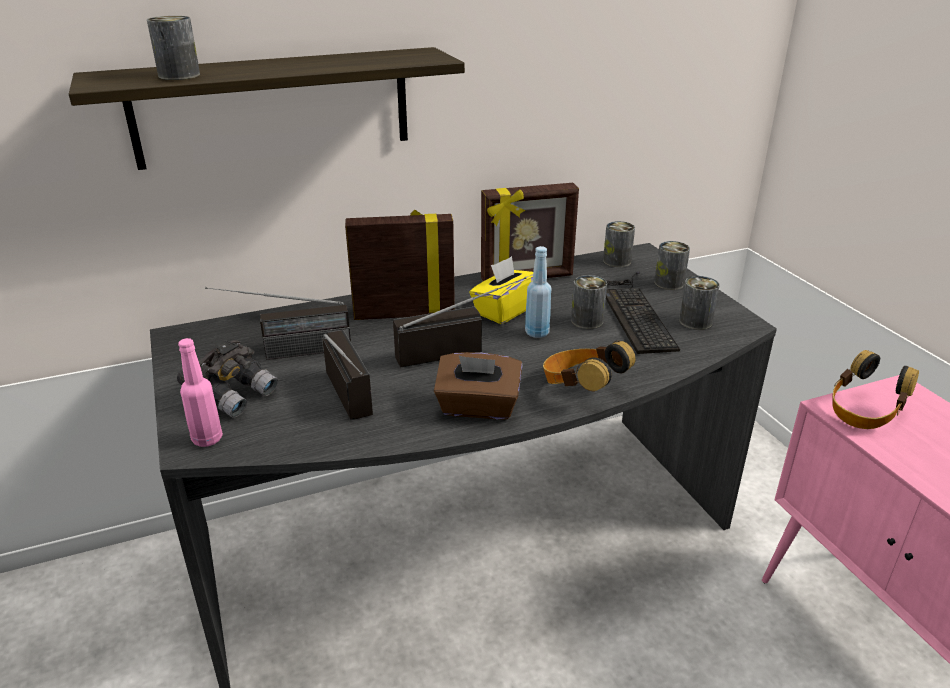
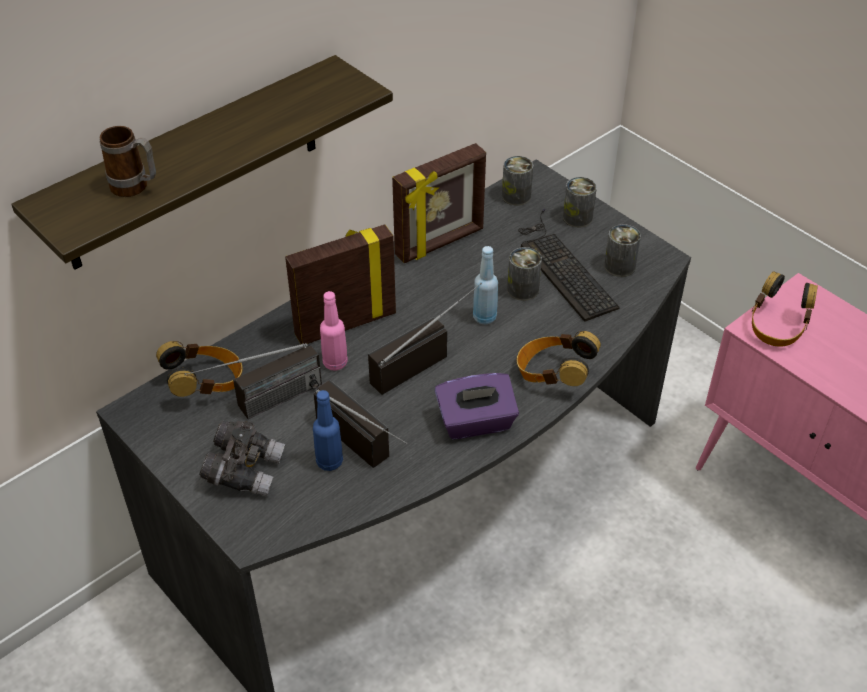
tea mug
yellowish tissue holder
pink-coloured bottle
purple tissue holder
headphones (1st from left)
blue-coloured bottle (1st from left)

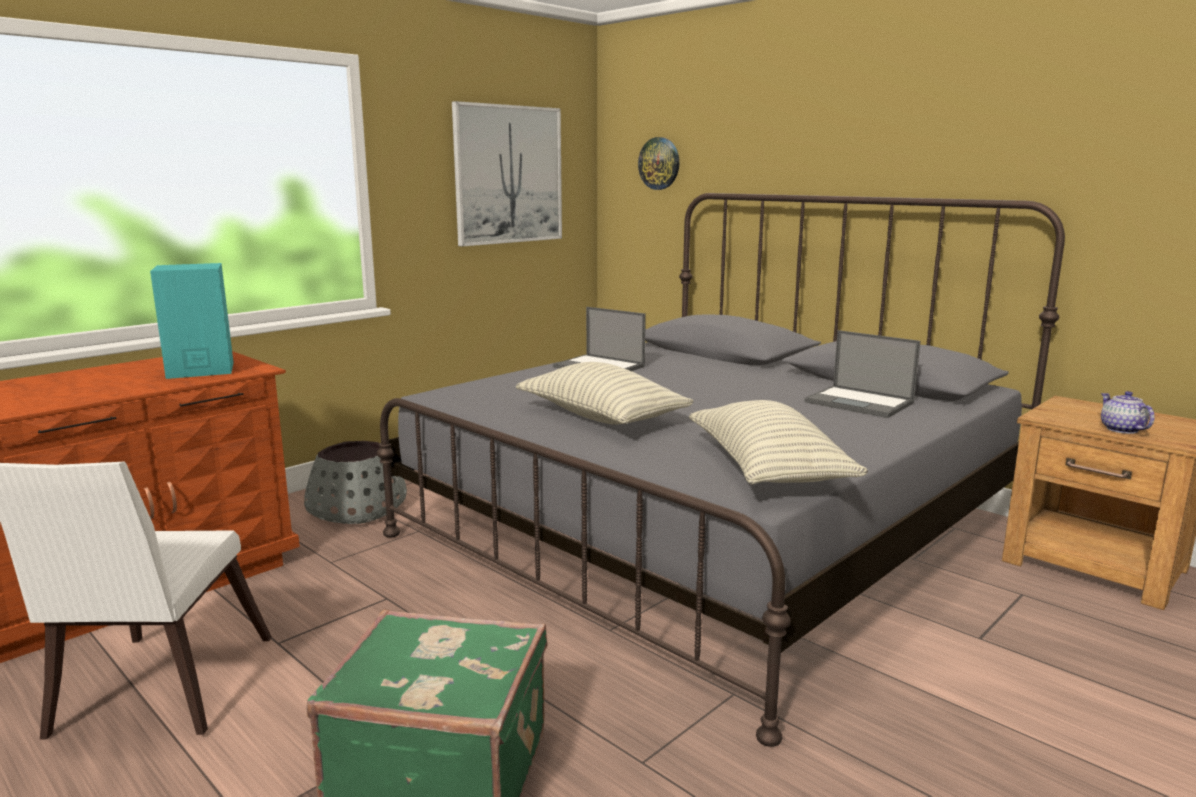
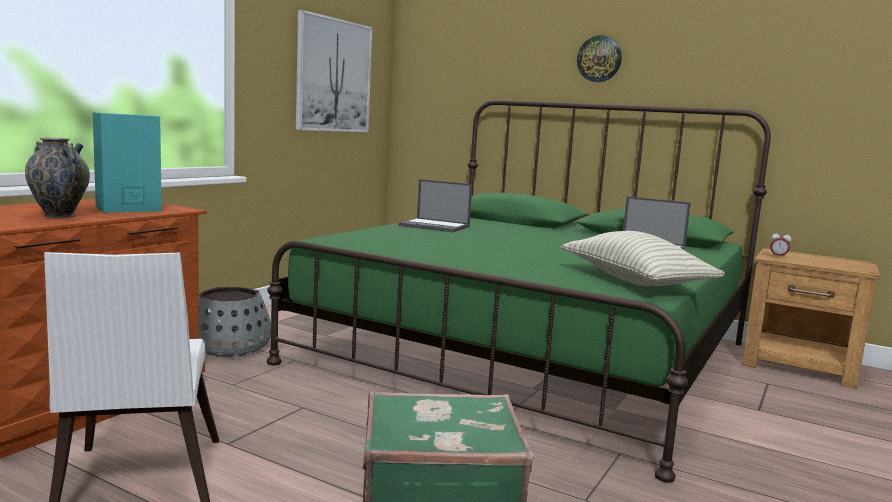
wall clock
green-coloured bed
pillow (1st from left in the first image)
pot for tea
vase
bedside clock

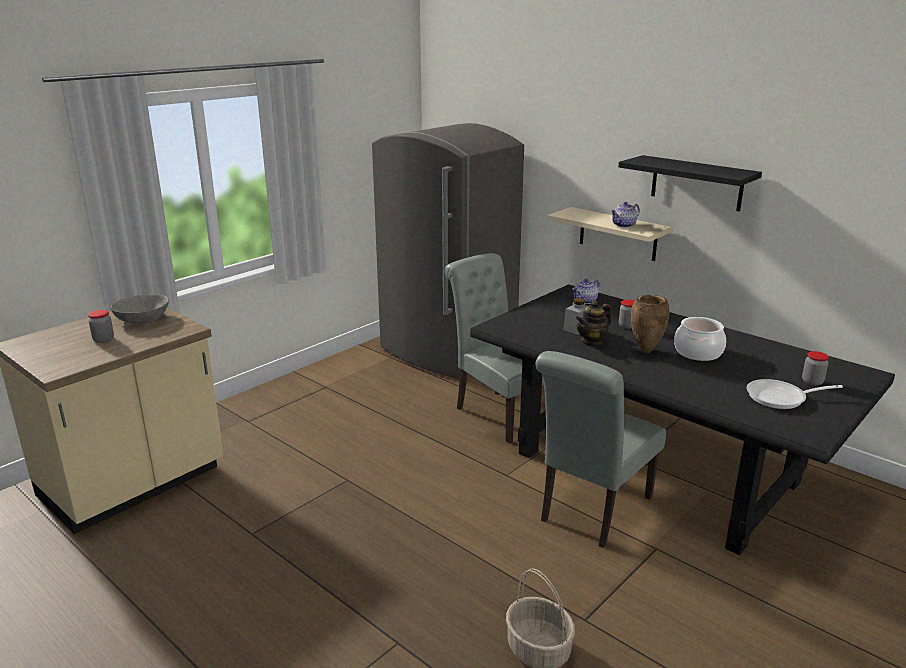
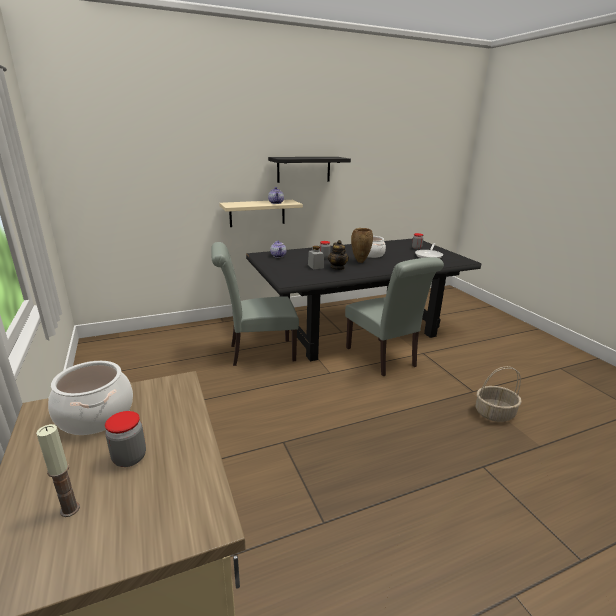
gray kitchen fridge
saucepot (1st from left)
wax candle

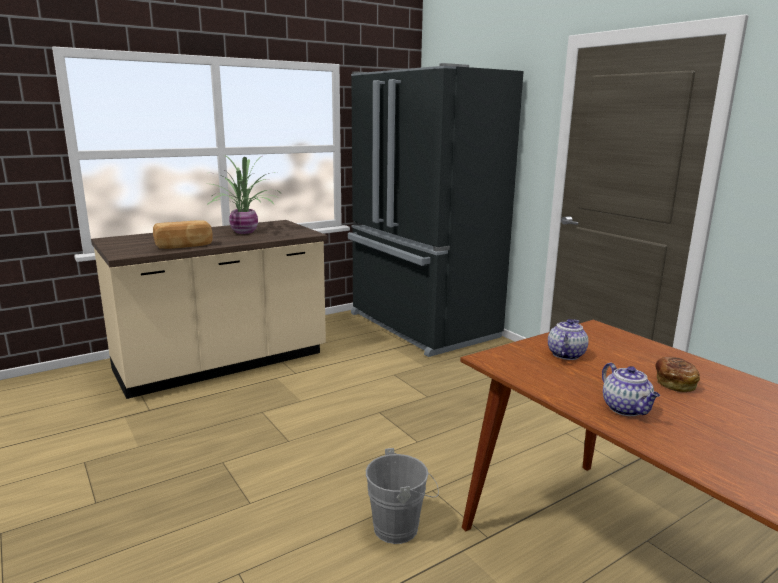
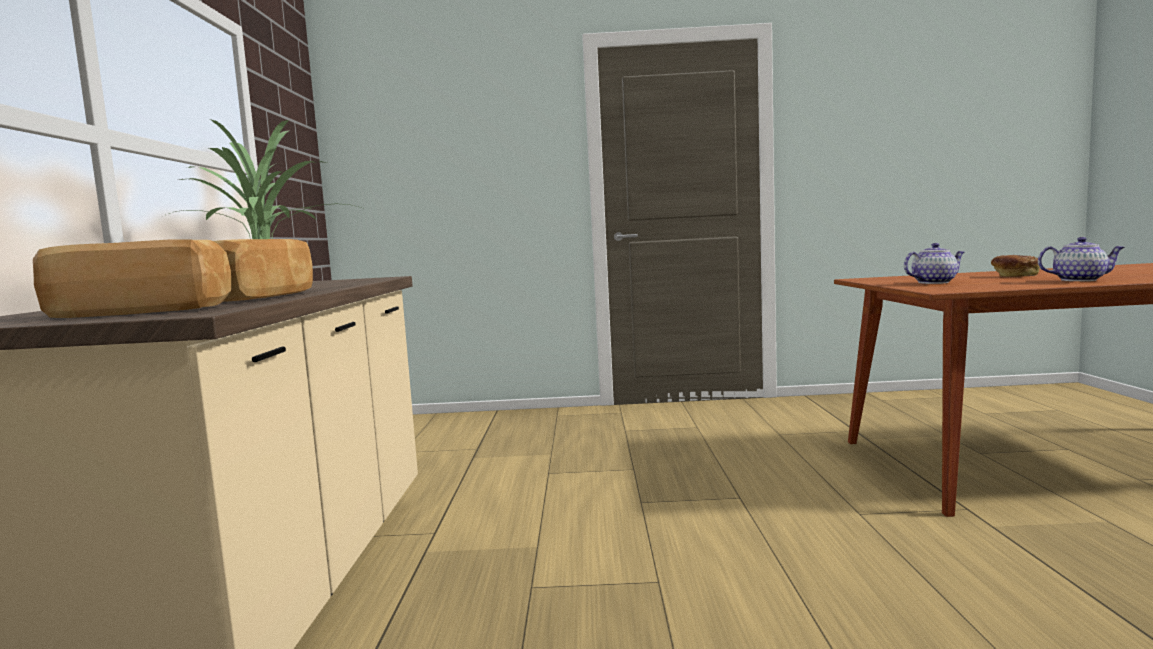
black-coloured kitchen fridge
pot for tea (1st from left)
gray bucket
bread (1st from left)

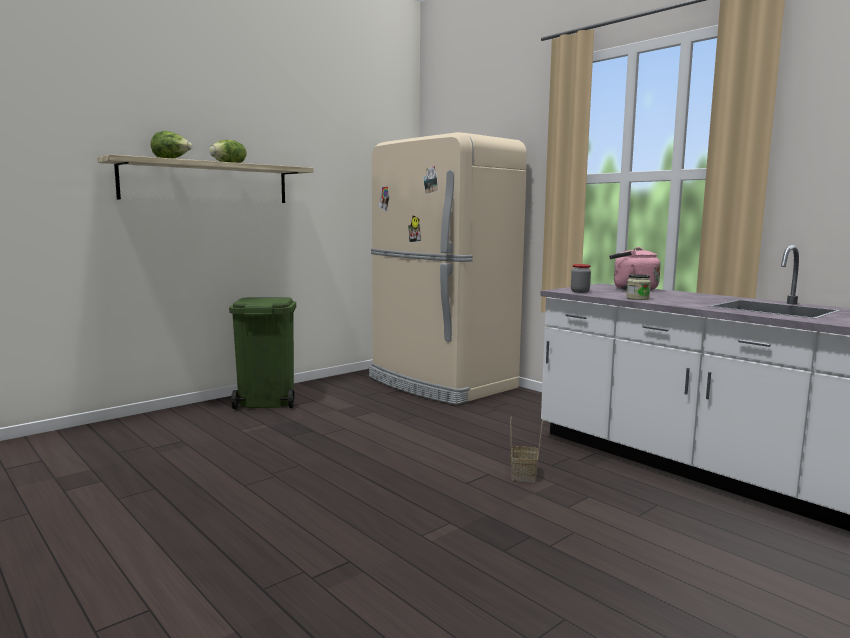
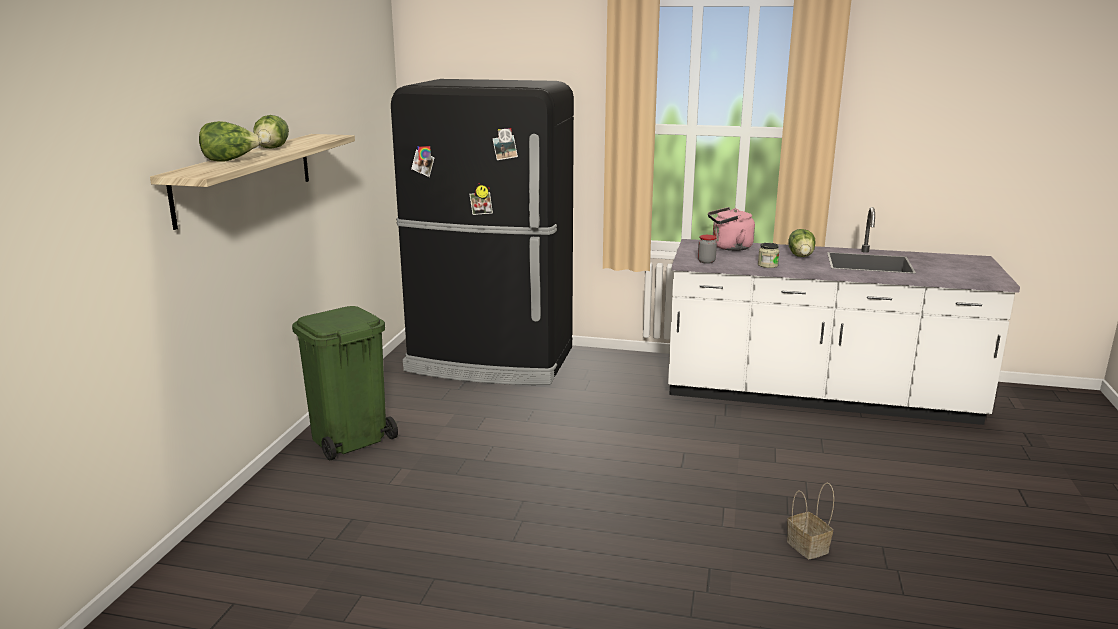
black-coloured kitchen fridge
basket
lettuce head (3rd from left)

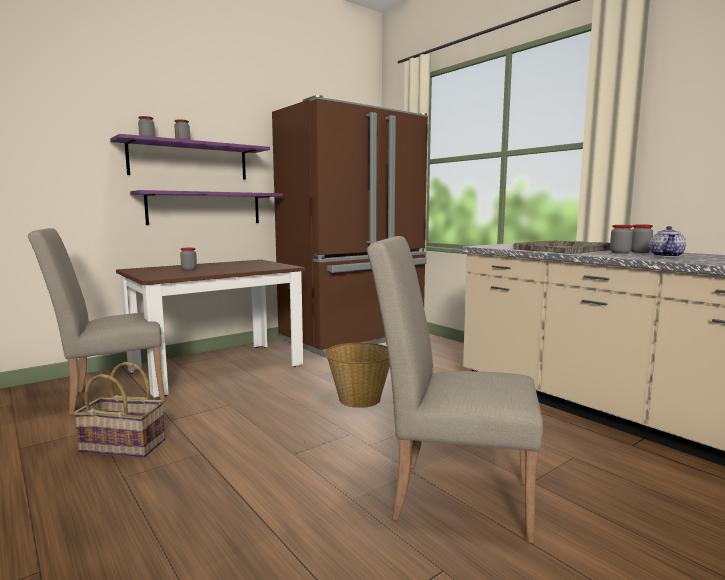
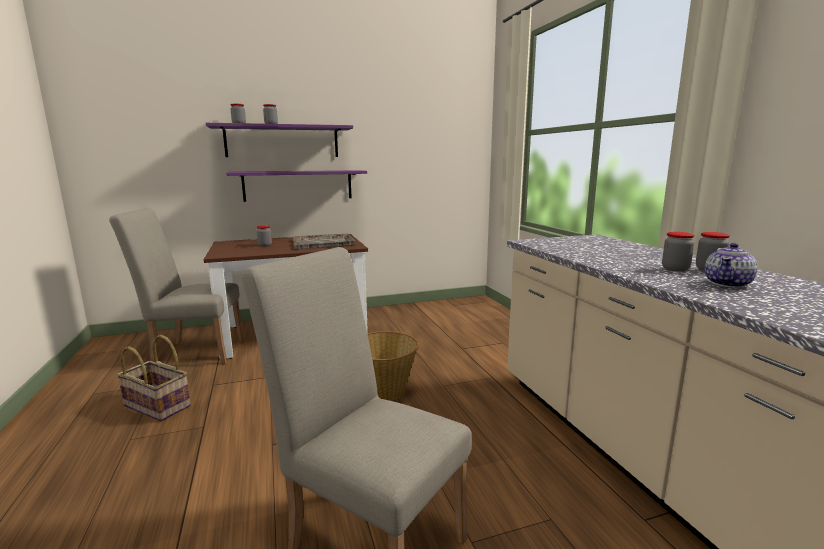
brown-coloured kitchen fridge
gray serving tray

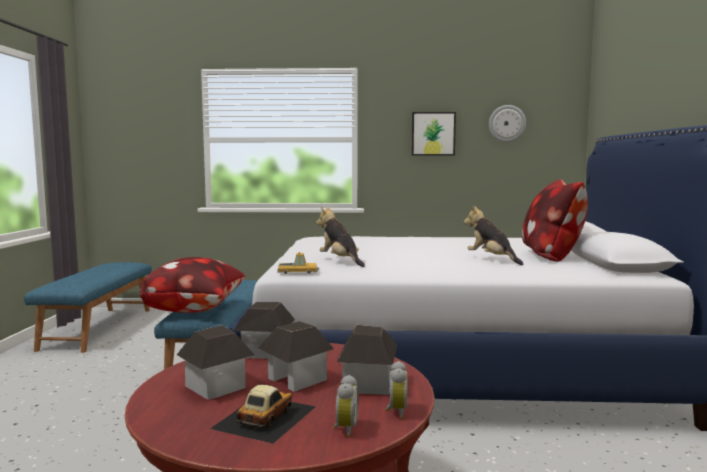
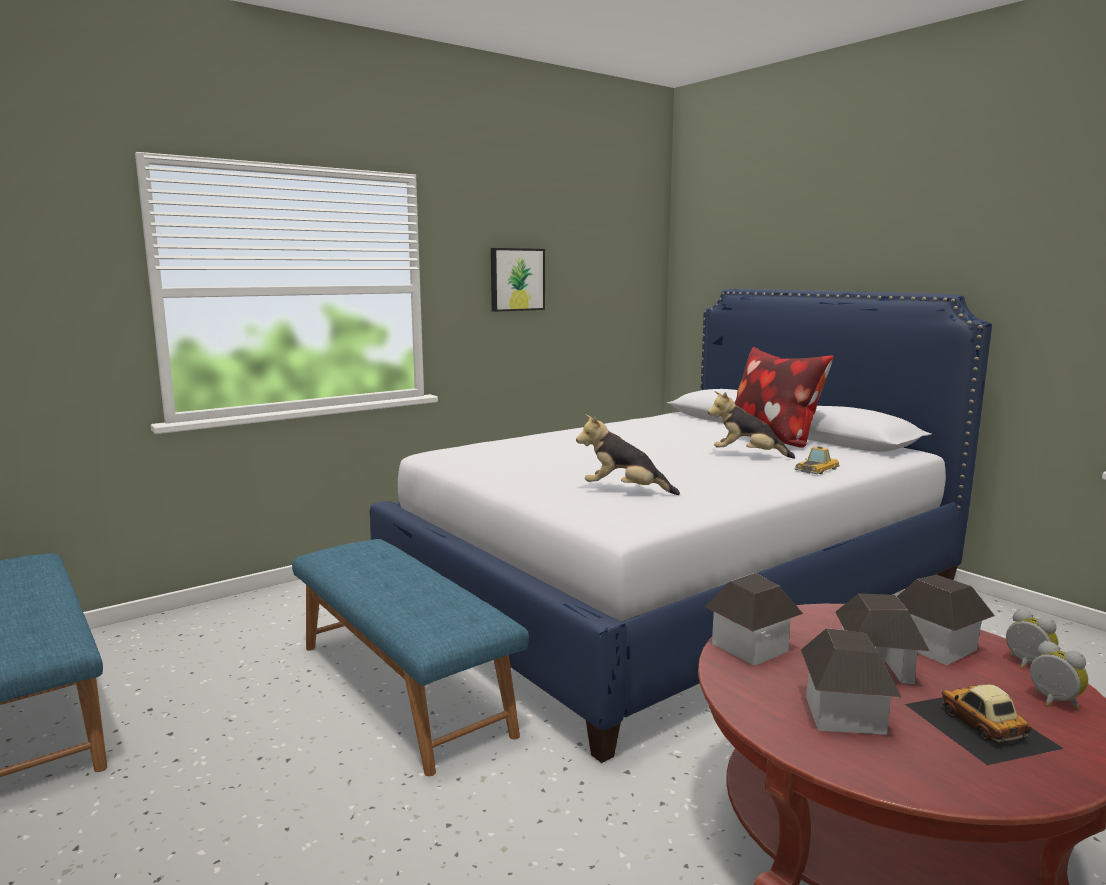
wall clock
toy car (1st from left)
pillow (1st from left in the first image)

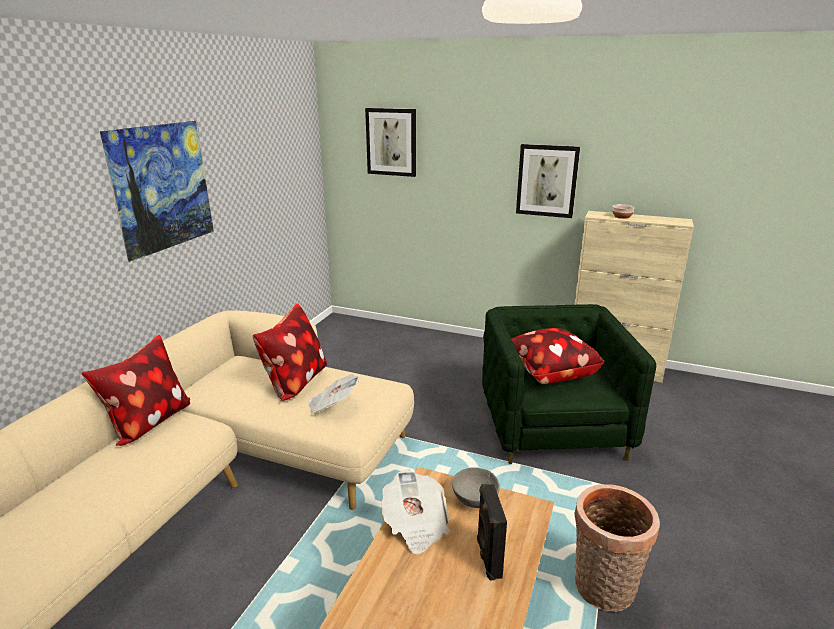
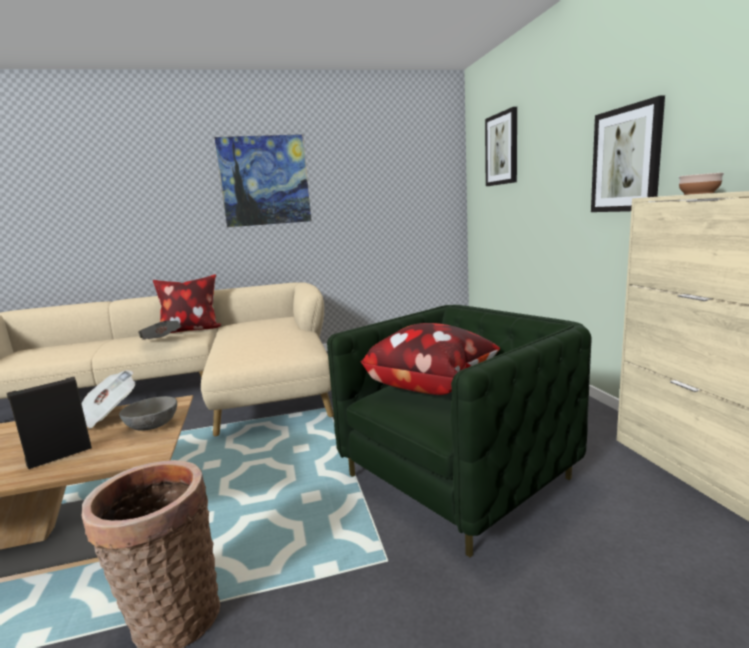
pillow (2nd from left in the first image)
newspaper (2nd from left)

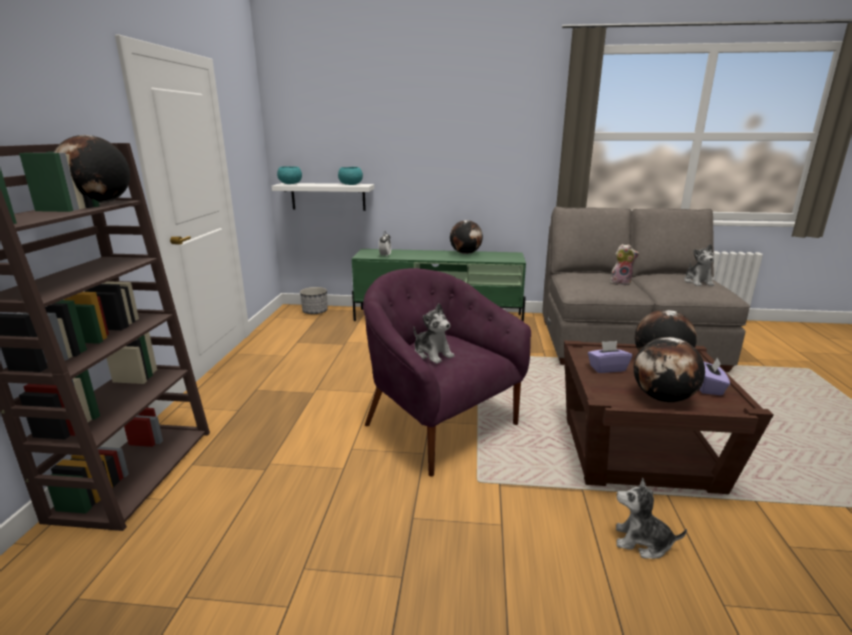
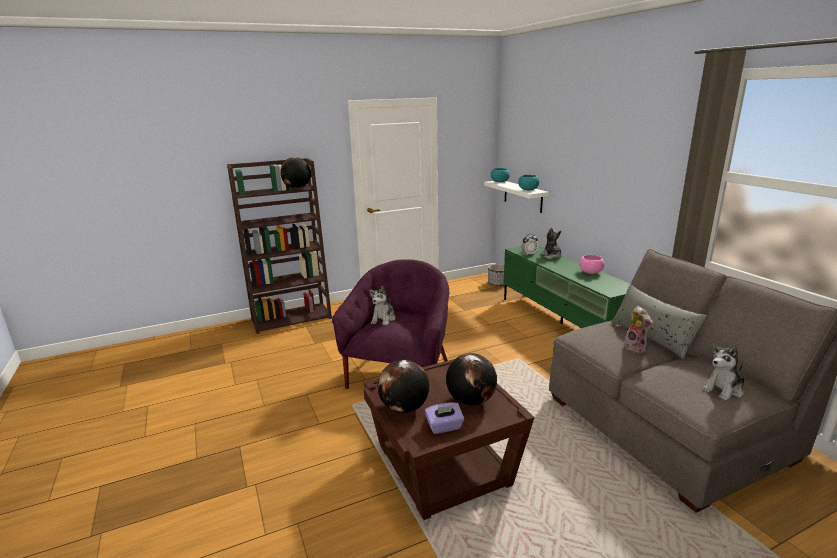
pink-coloured serving bowl
purple tissue holder (1st from left in the first image)
cuddly toy (2nd from left)
gray pillow

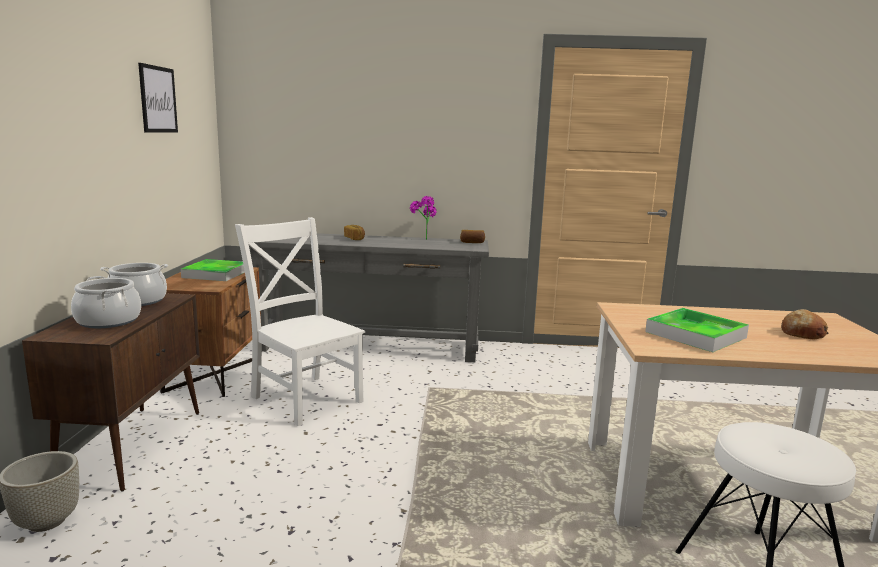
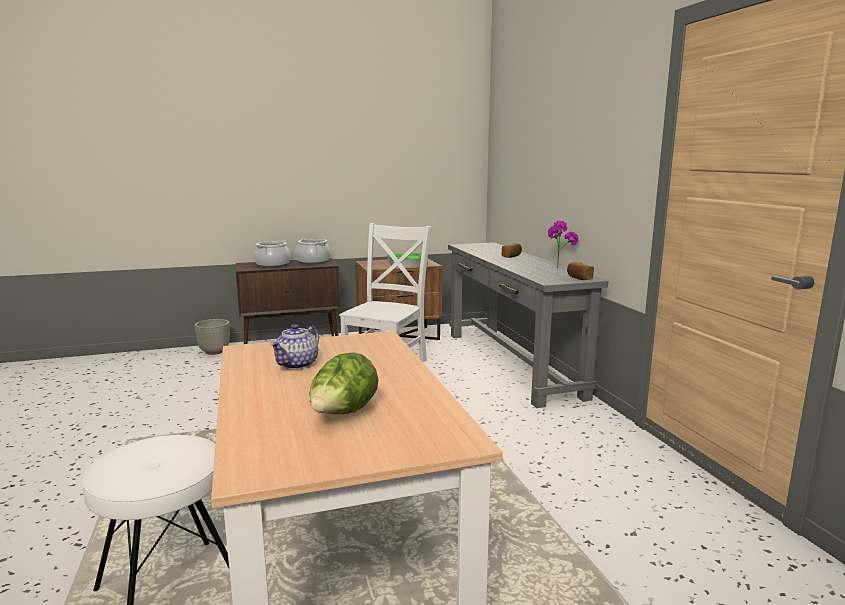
wall art
pot for tea
lettuce head

